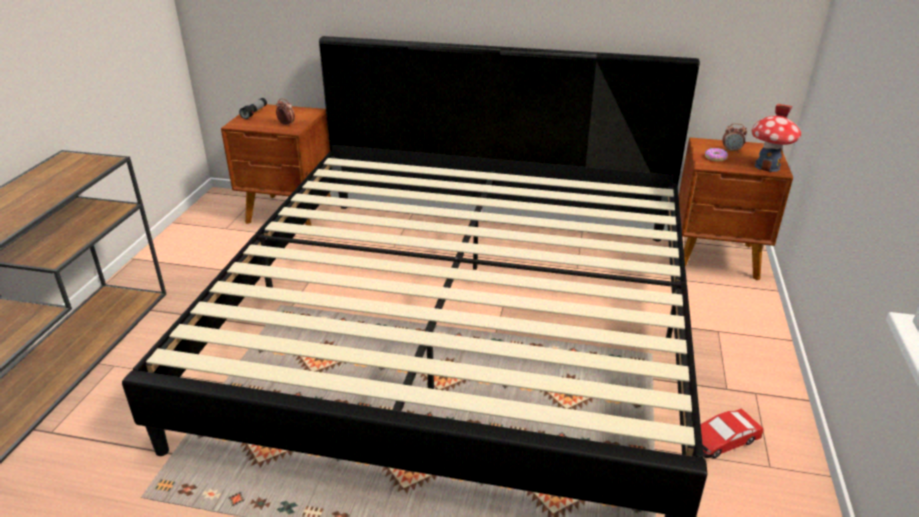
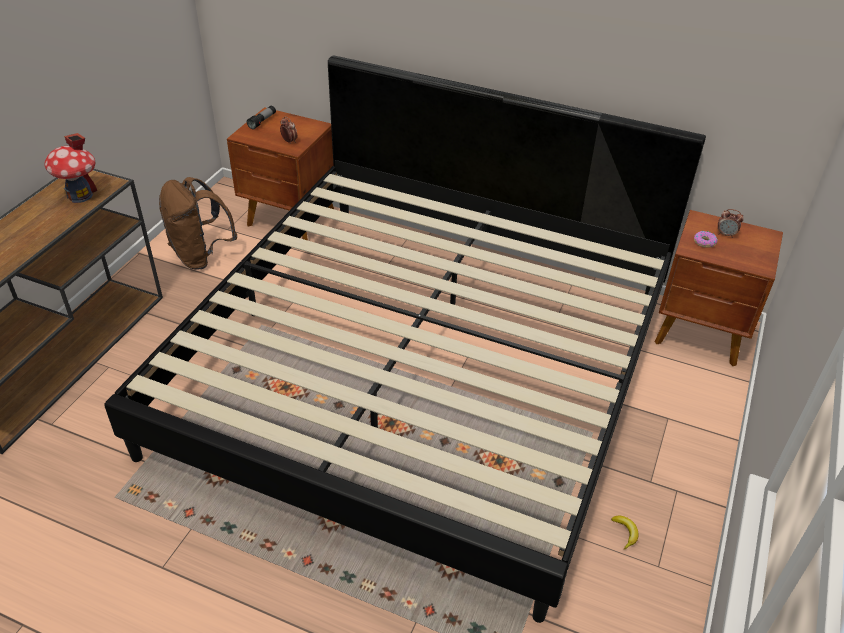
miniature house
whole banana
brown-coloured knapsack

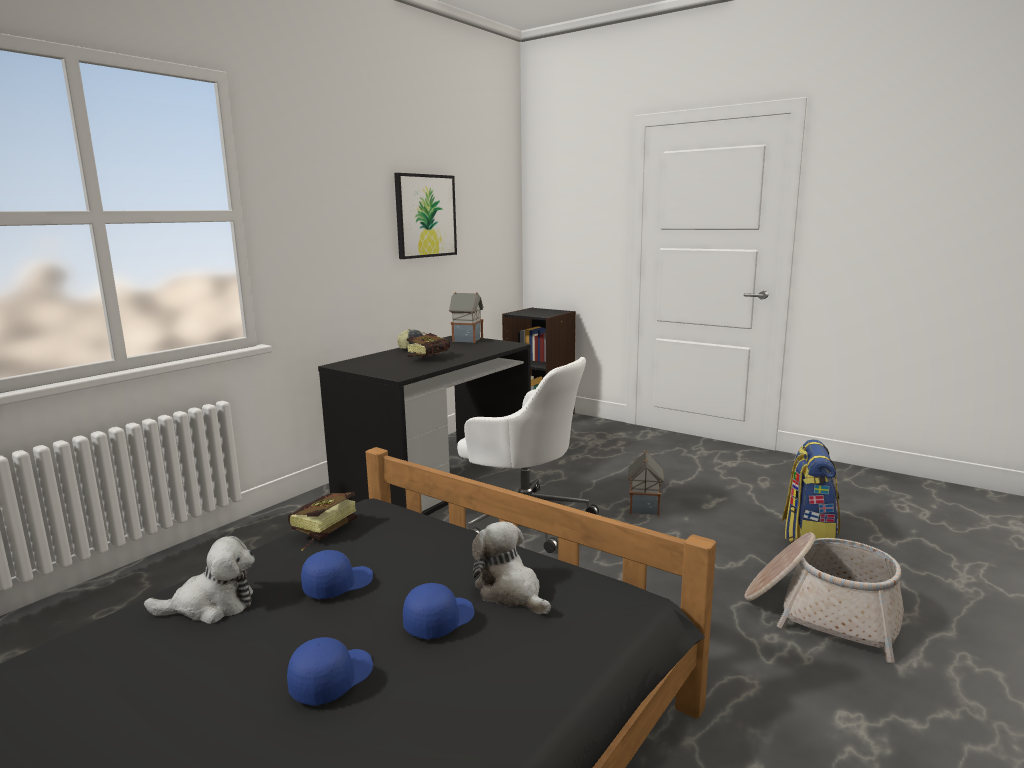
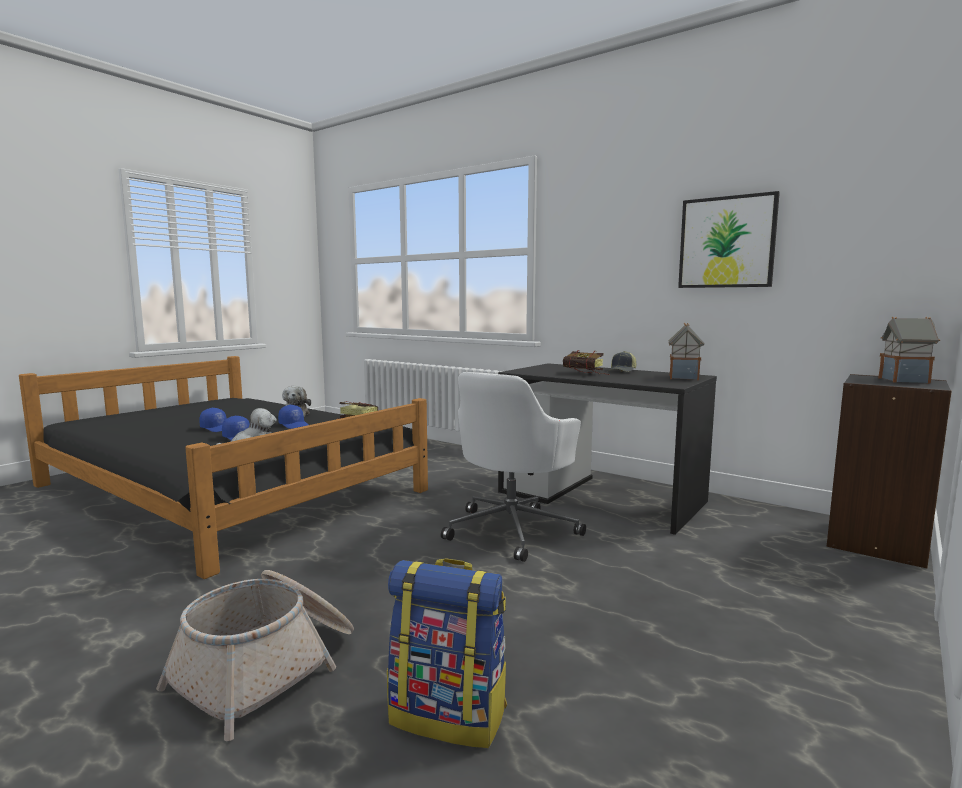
miniature house (2nd from left)

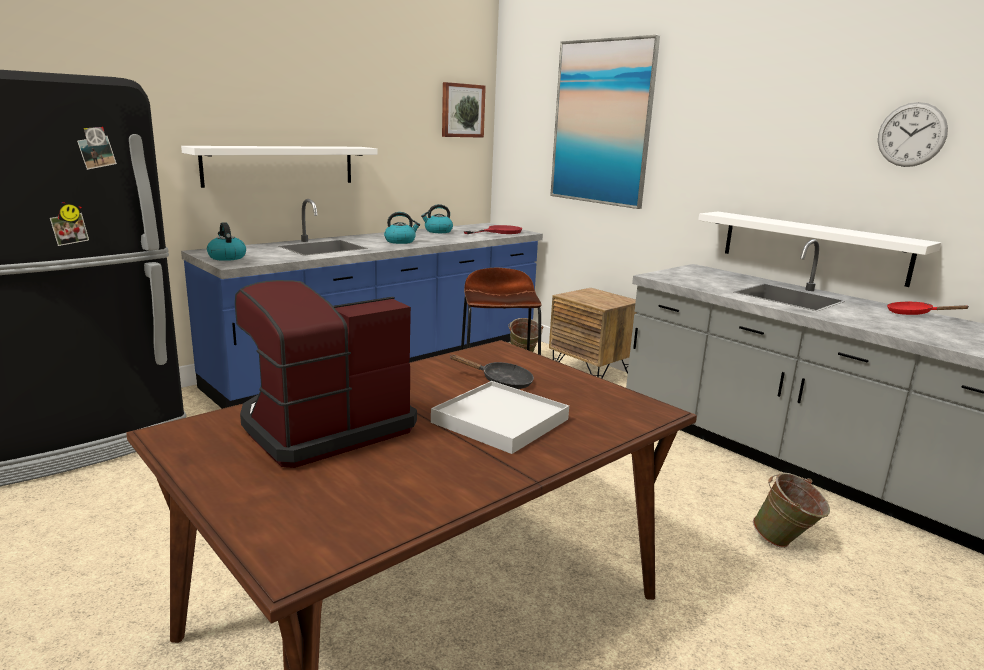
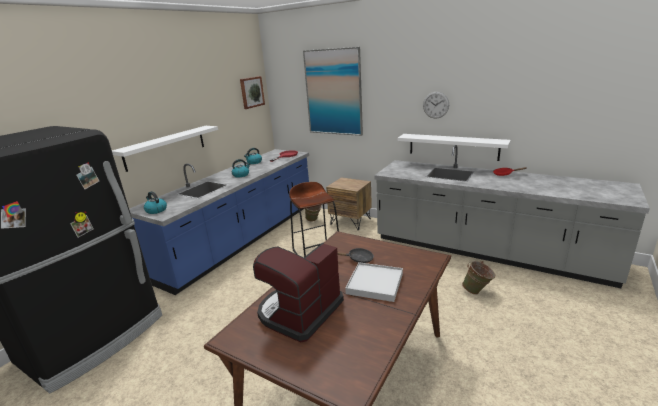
wall clock

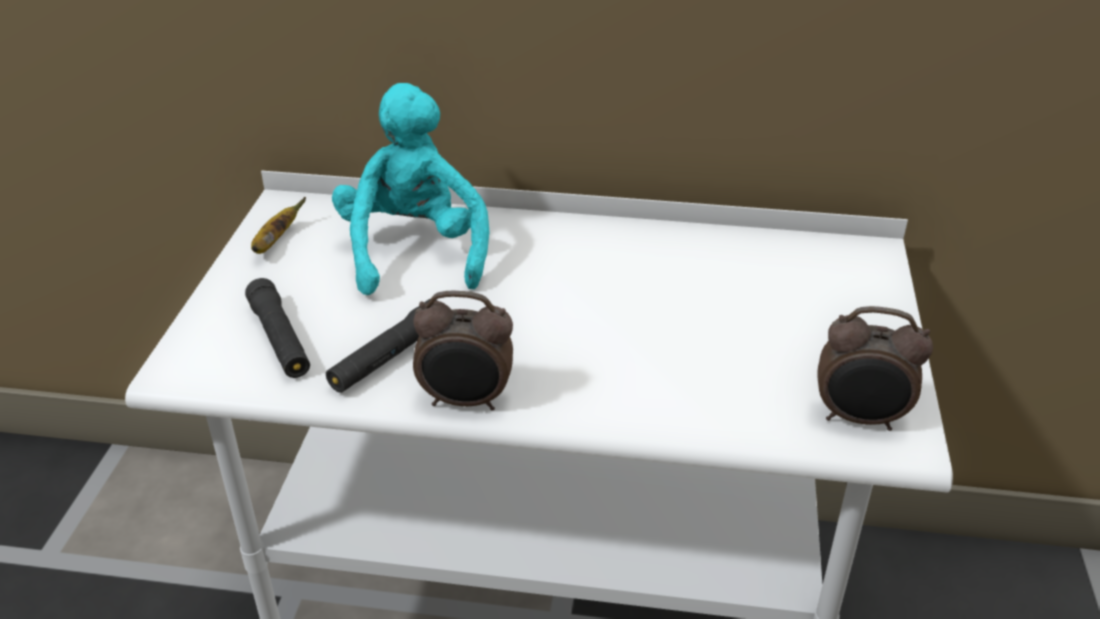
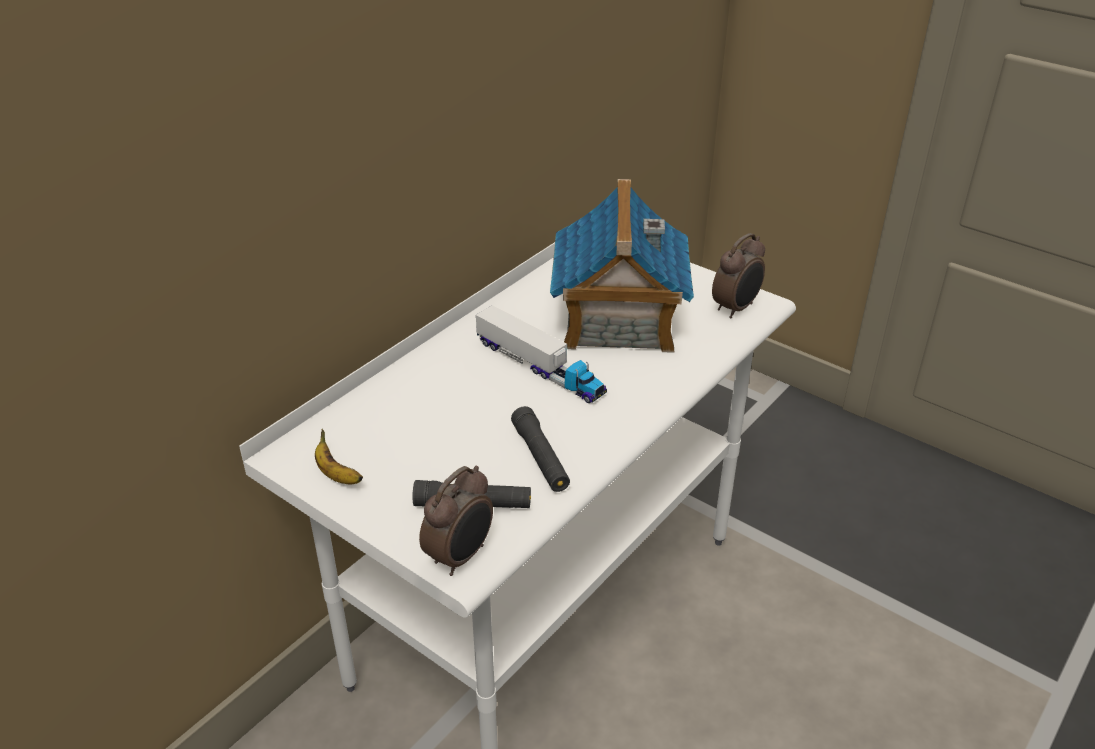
turquoise cuddly toy
bedside clock (1st from left)
miniature house
model truck

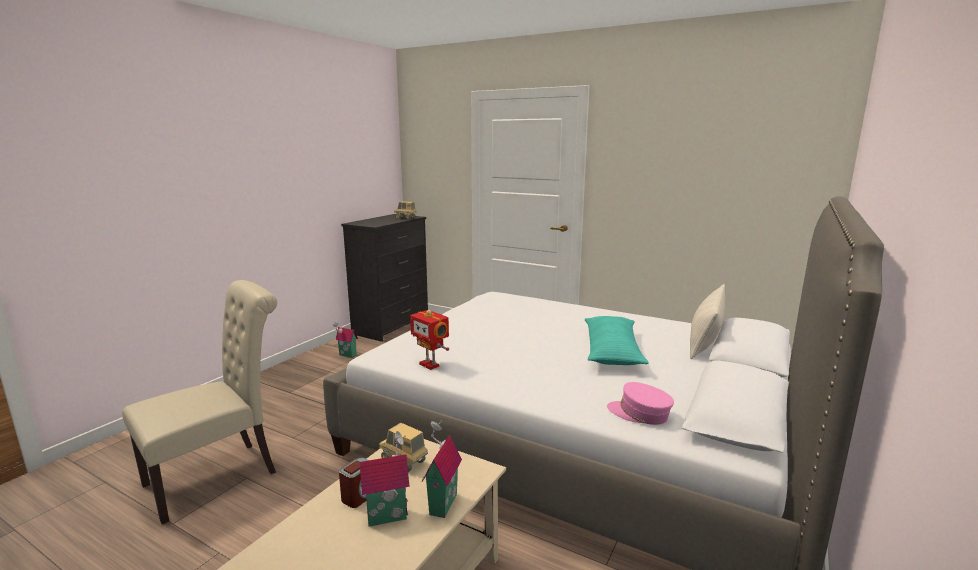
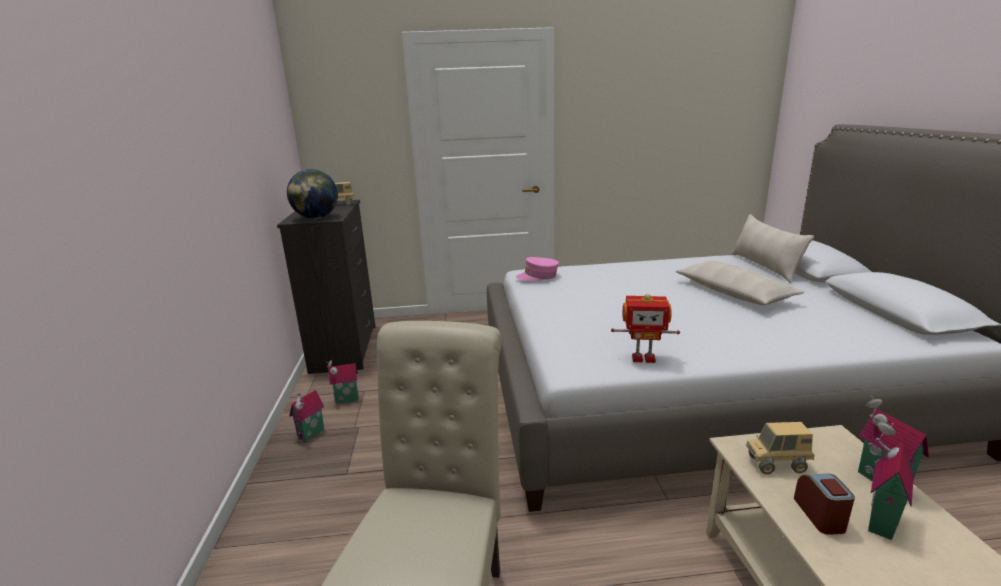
sand-coloured pillow (1st from left)
pink-coloured cap
desk globe
miniature house (1st from left)

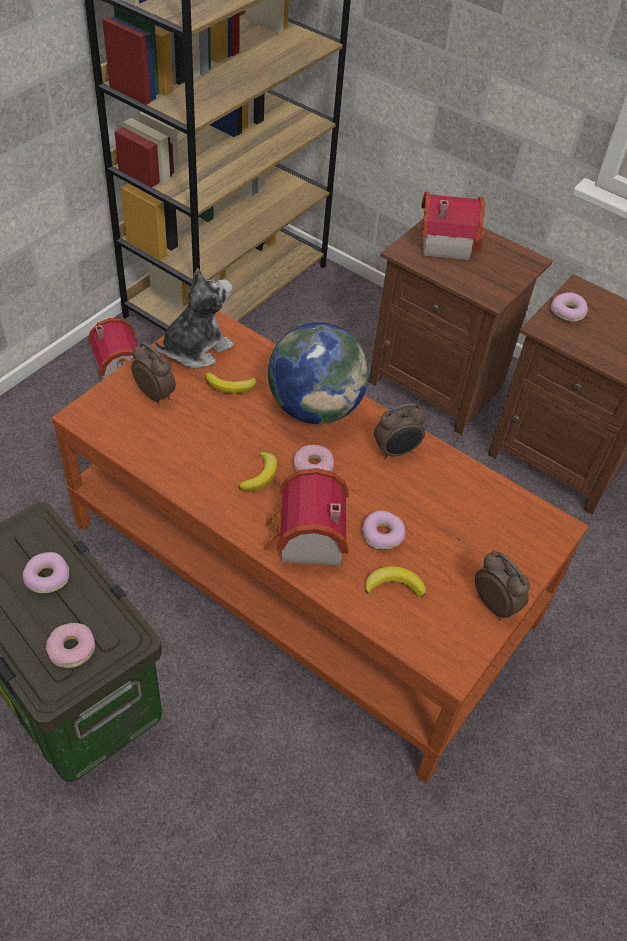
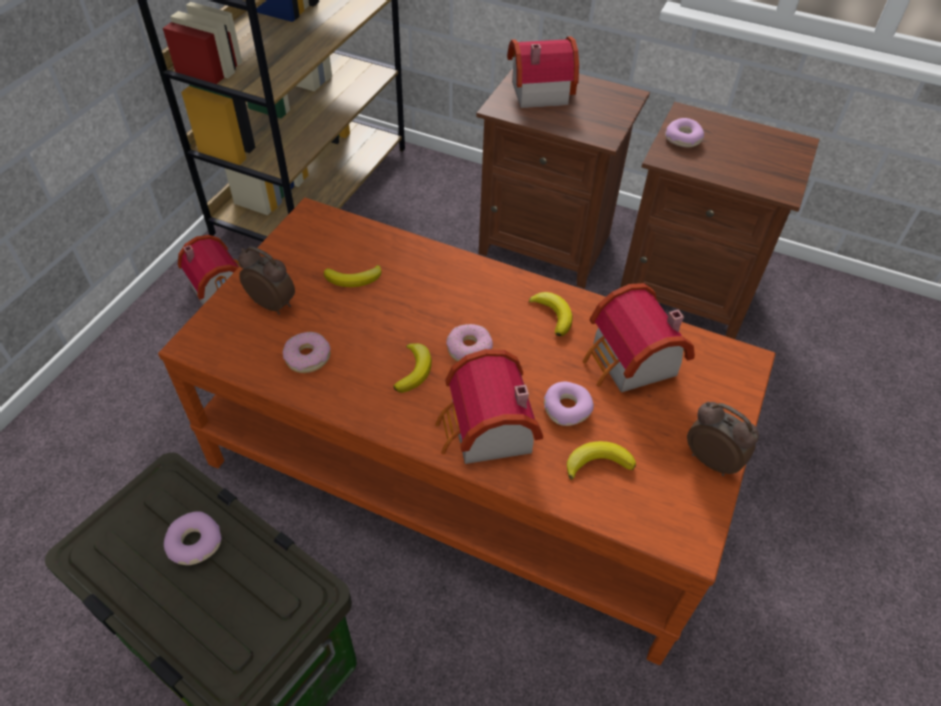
cuddly toy
desk globe
whole banana (3rd from left)
doughnut (2nd from left)
miniature house (4th from left)

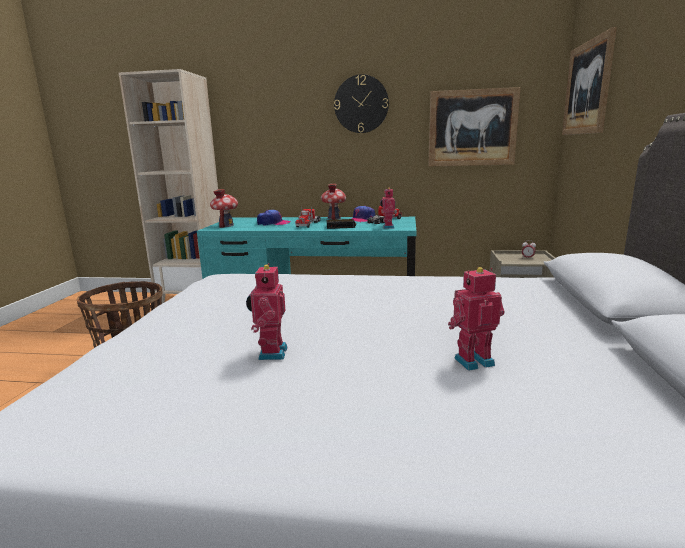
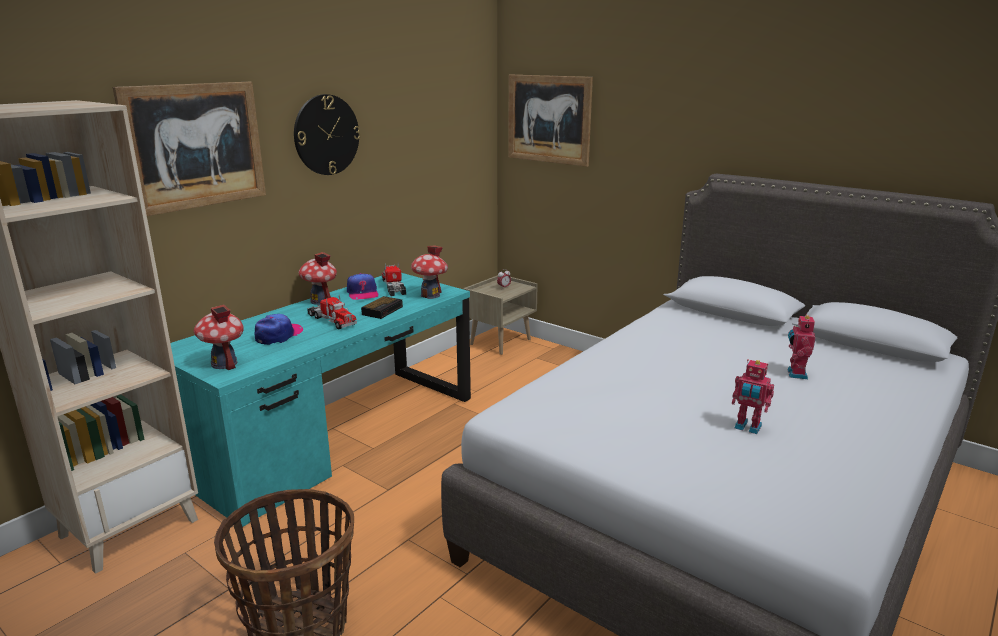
wall art (1st from left)
miniature house (3rd from left)

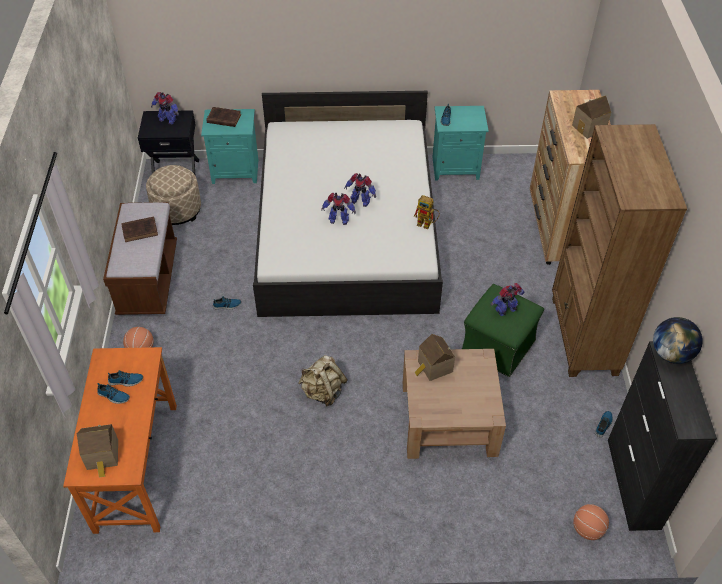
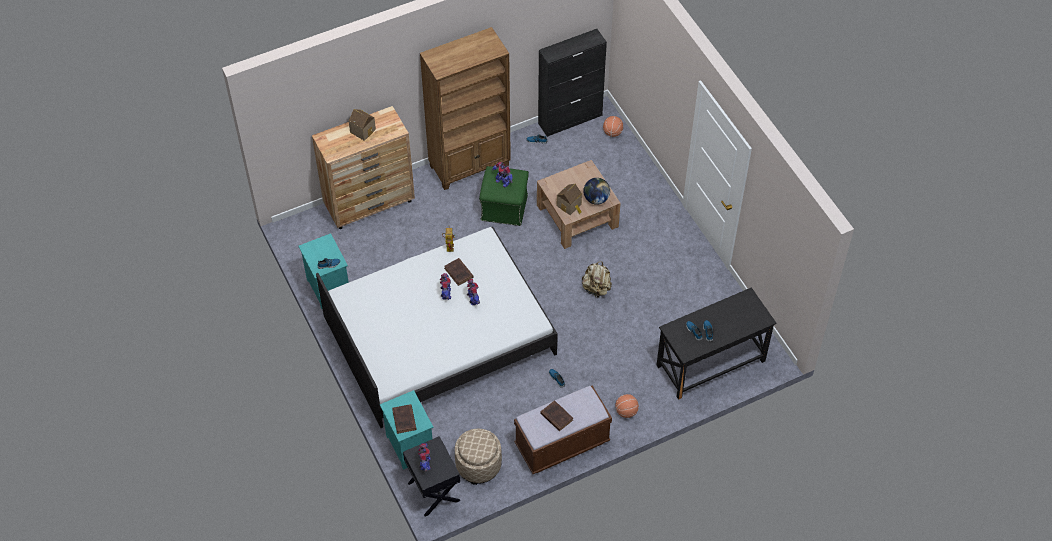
desk globe
black-coloured desk table
miniature house (1st from left in the first image)
brown-coloured bound book (2nd from left)

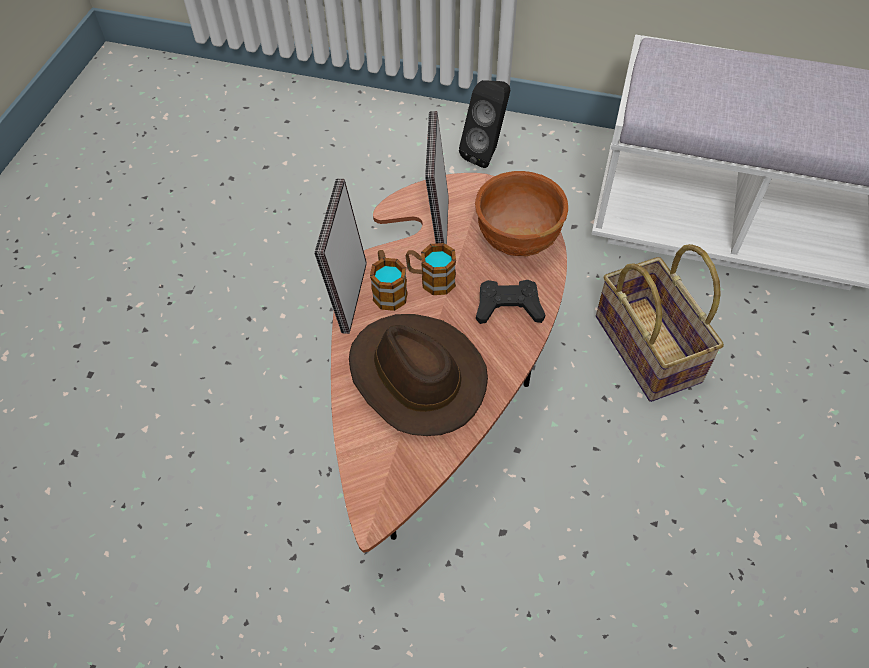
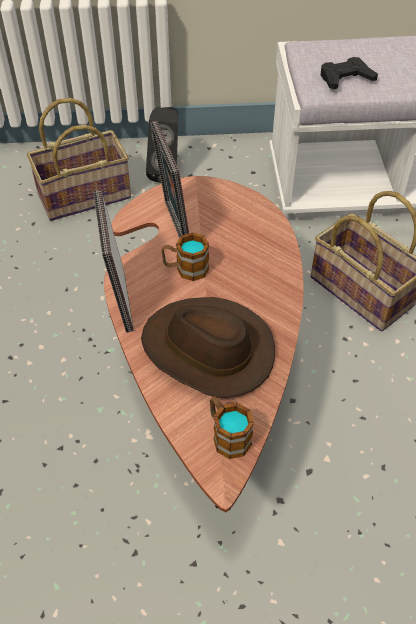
brown-coloured serving bowl
tea mug (2nd from left)
black-coloured game controller
basket (1st from left)

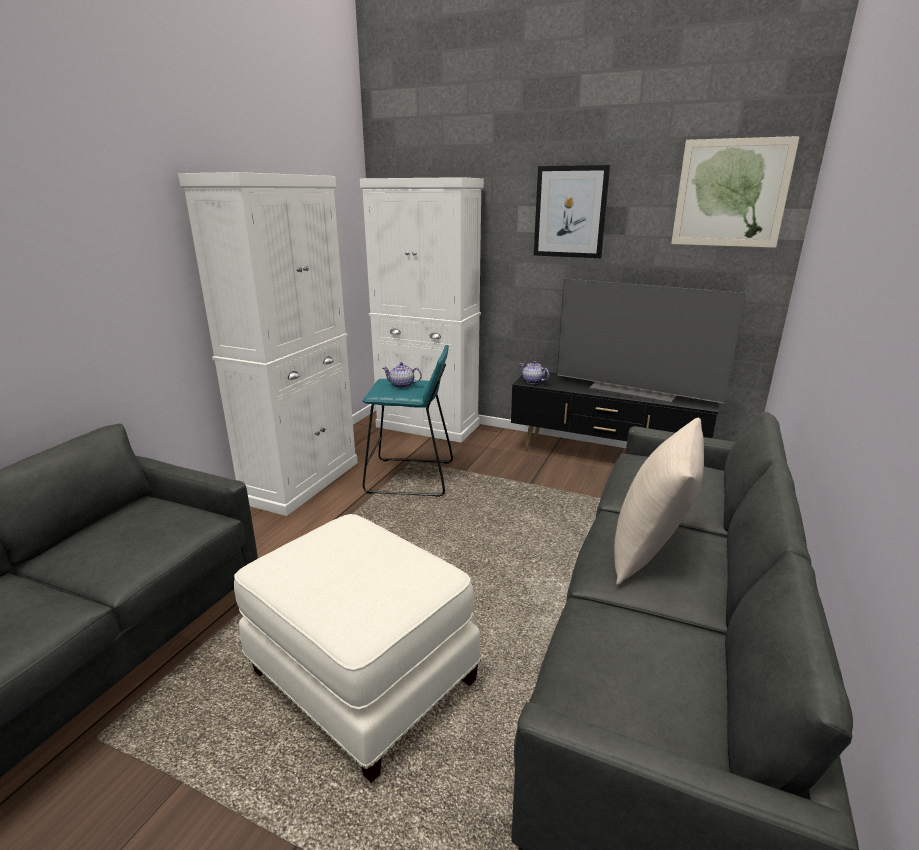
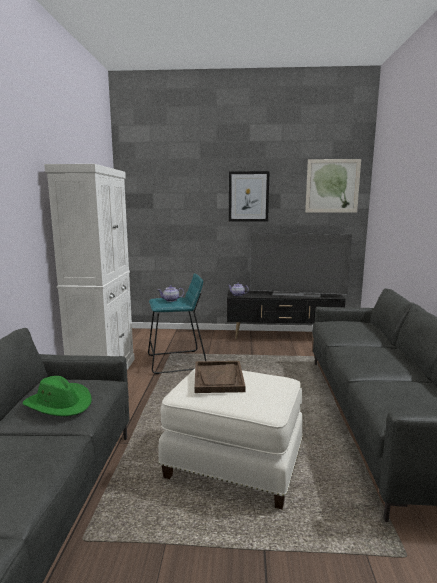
white-coloured storage cabinet (2nd from left in the first image)
sand-coloured pillow
brown-coloured serving tray
green-coloured hat

